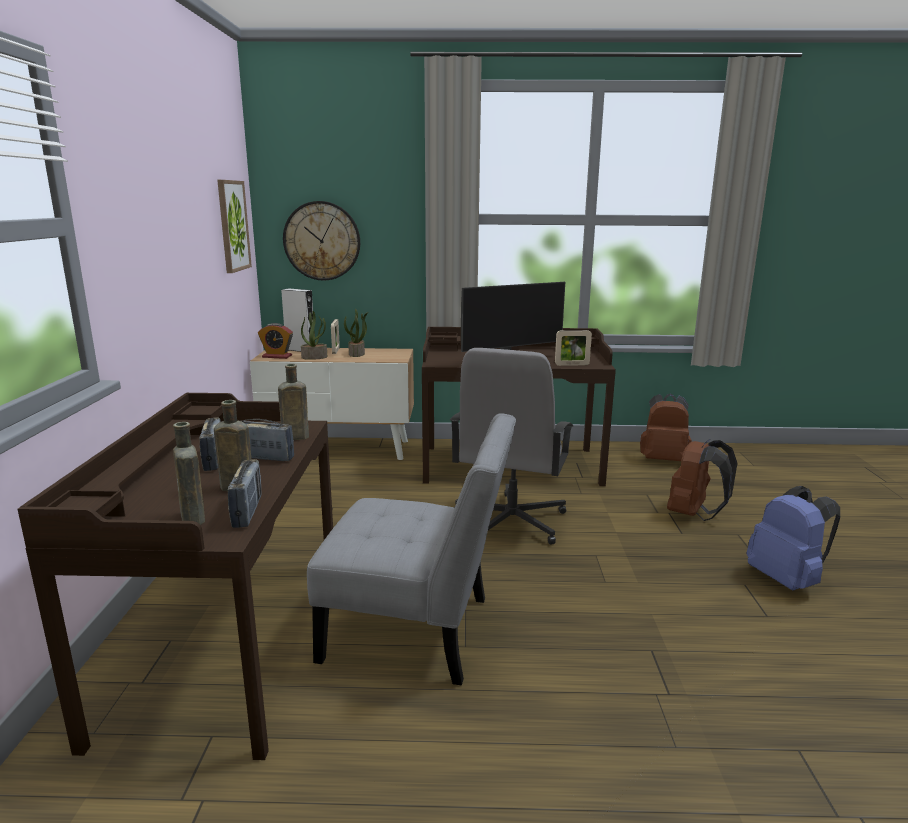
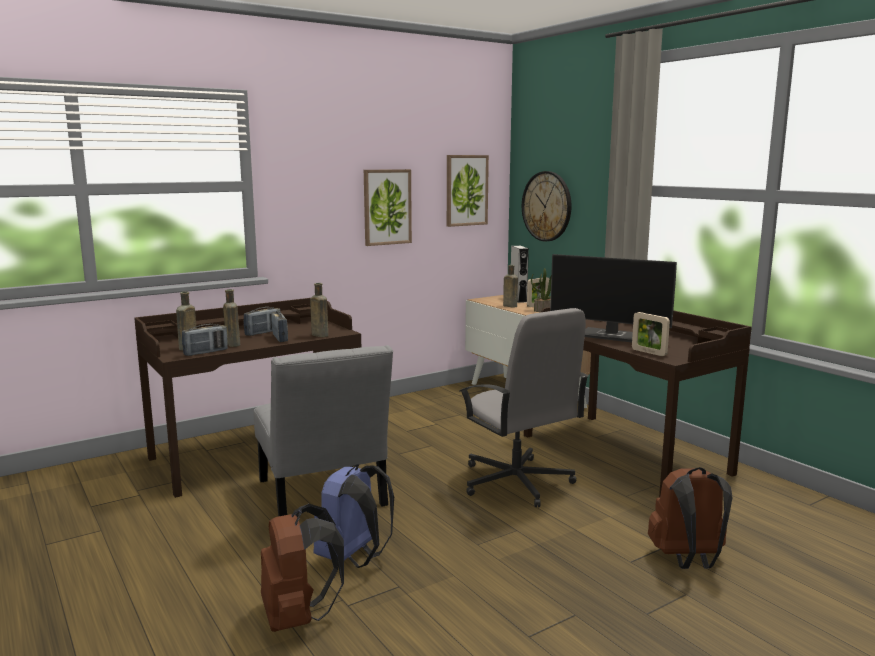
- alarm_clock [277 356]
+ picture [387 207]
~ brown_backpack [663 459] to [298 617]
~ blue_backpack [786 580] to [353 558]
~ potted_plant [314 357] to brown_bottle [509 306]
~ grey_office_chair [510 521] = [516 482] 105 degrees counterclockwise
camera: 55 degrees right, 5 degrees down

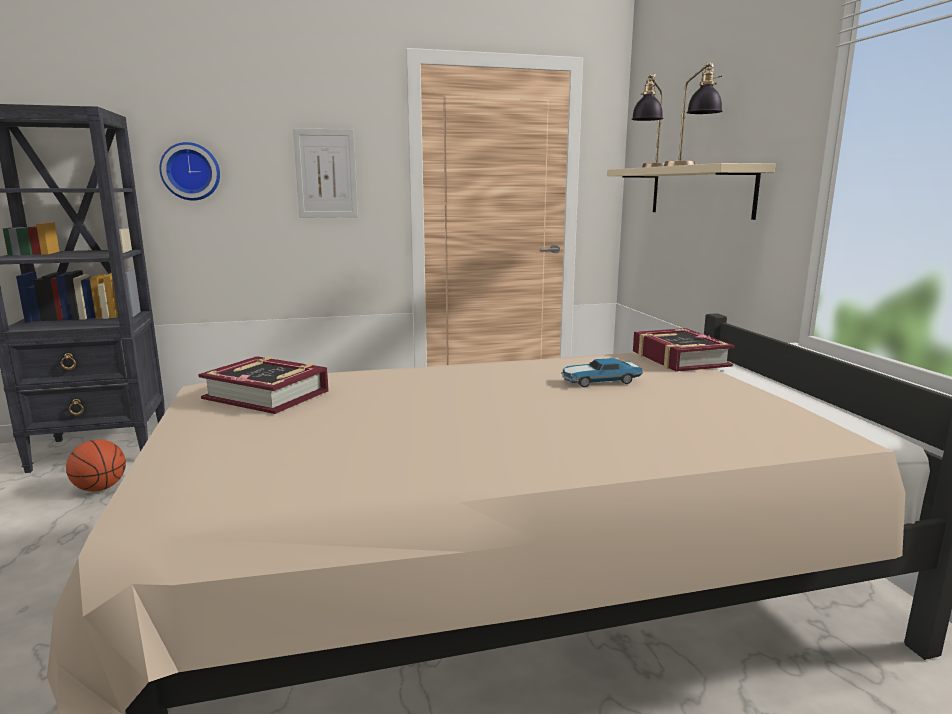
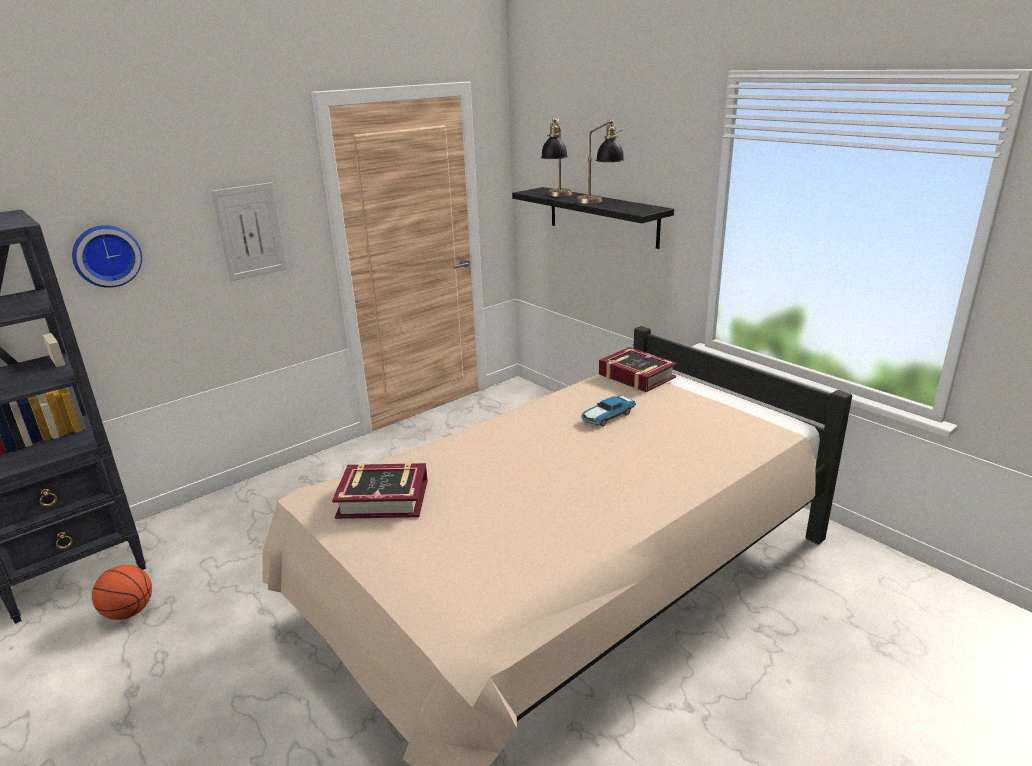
~ beige_shelf [700 191] to black_shelf [602 216]
camera: 25 degrees left, 10 degrees up

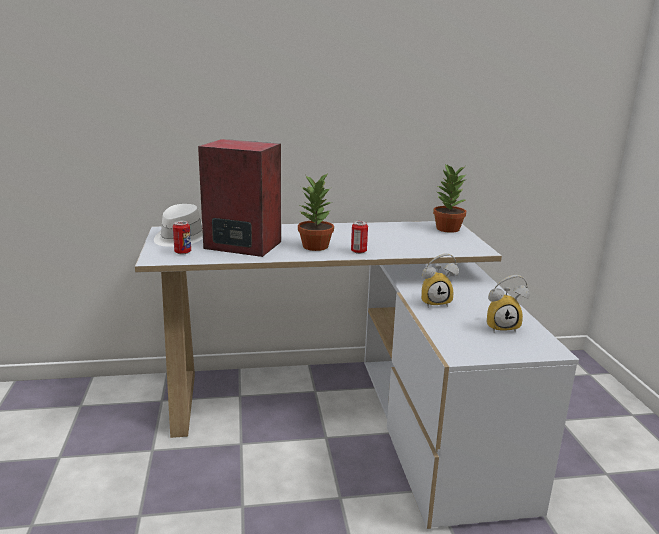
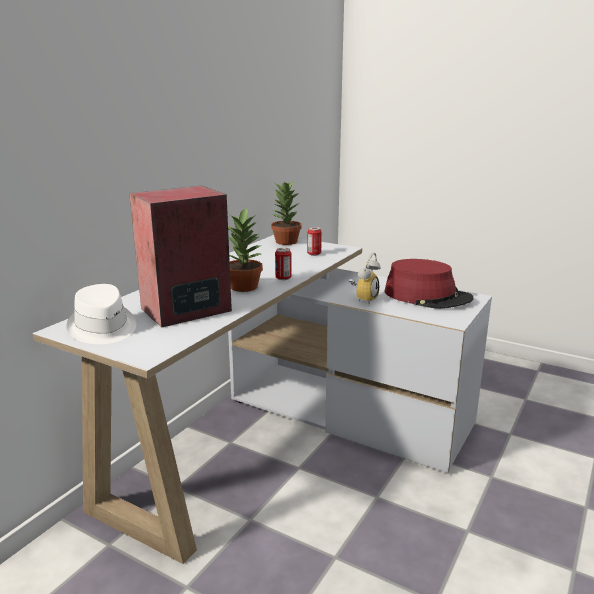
~ can [183 252] to [314 254]
~ alarm_clock [502 327] to red_hat [427 296]
camera: 50 degrees left, 0 degrees up

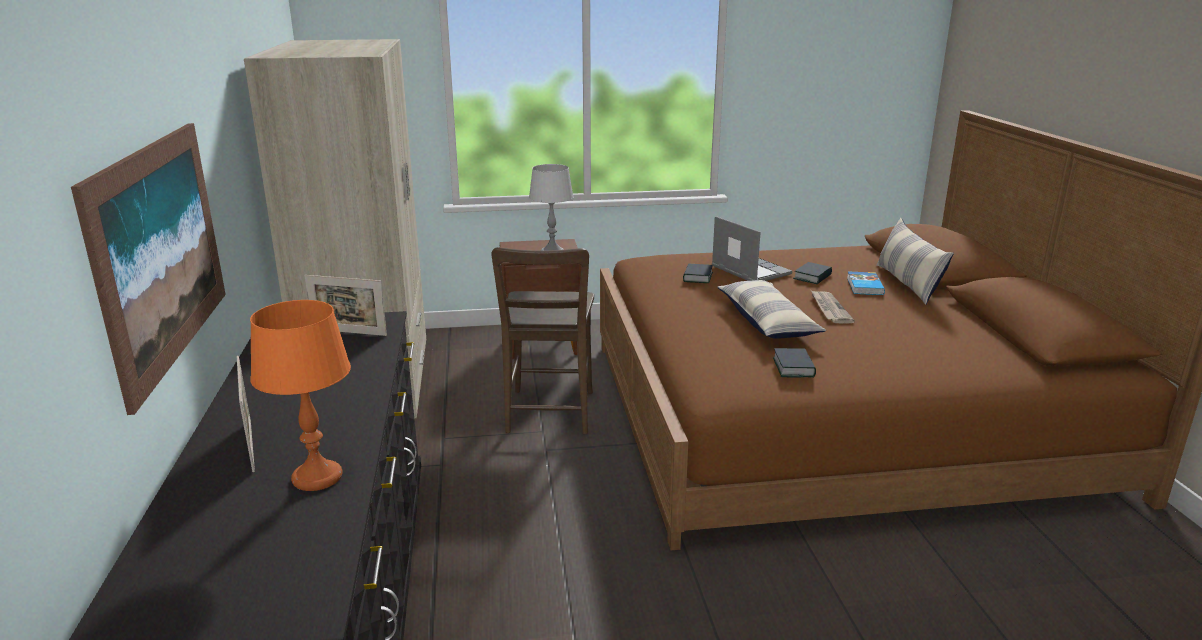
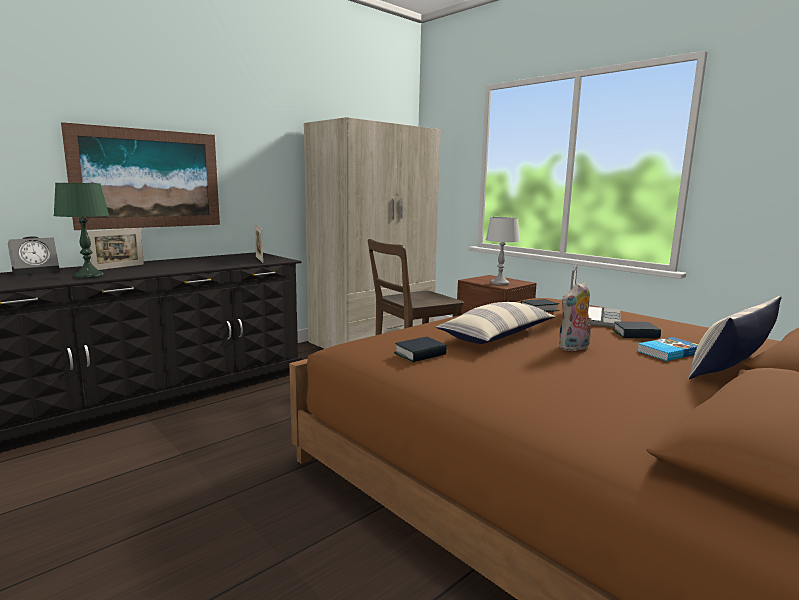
+ alarm_clock [37 272]
~ newspaper [829 309] to plush_toy [574 348]
~ orange_table_lamp [318 477] to green_table_lamp [89 276]
camera: 55 degrees right, 10 degrees down

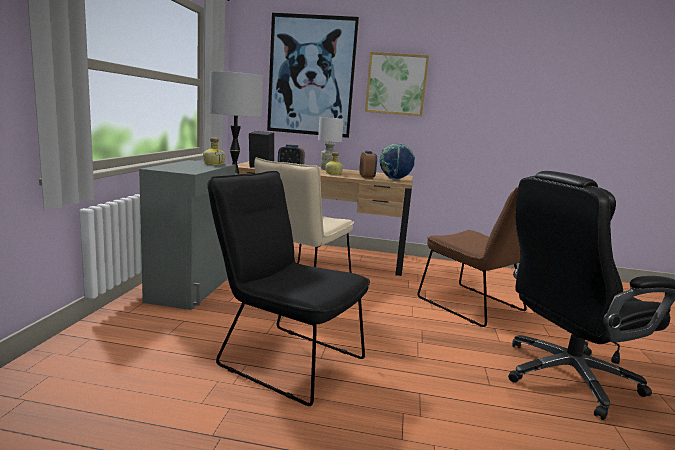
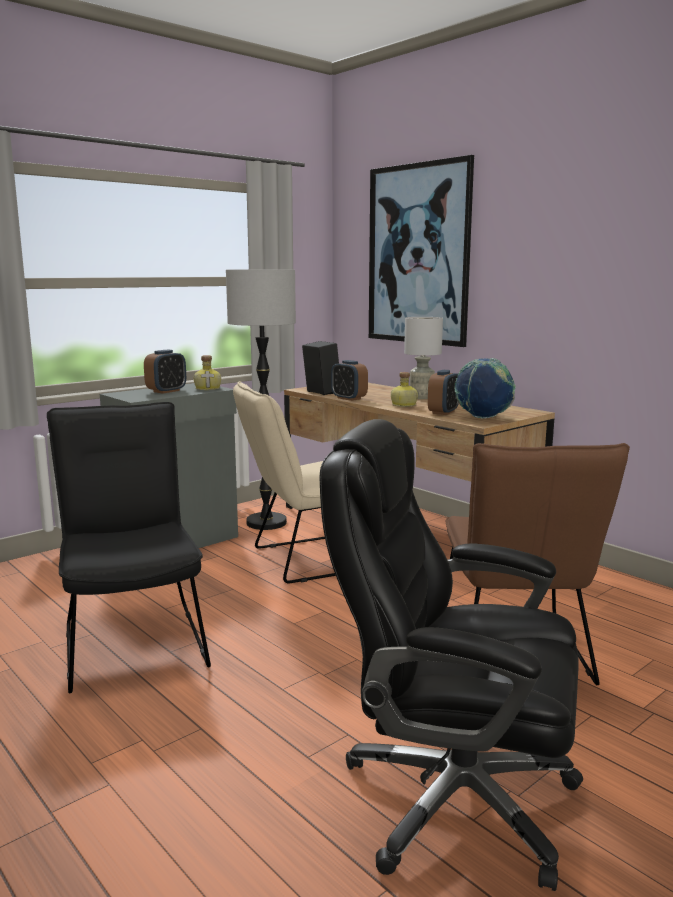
- picture [396 84]
+ alarm_clock [166 391]
camera: 40 degrees right, 0 degrees up

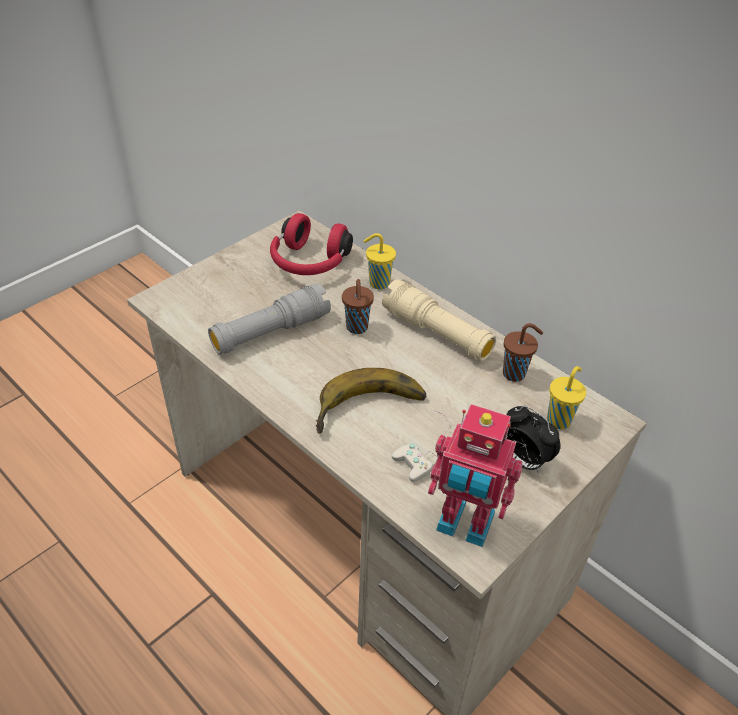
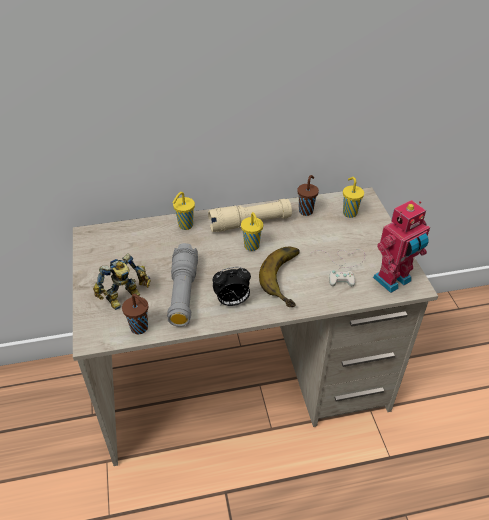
- red_headphones [309 263]
+ toy_robot [126 298]
+ yellow_cup [252 246]
~ brown_cup [357 328] to [140 328]
~ alarm_clock [523 460] to [232 302]
camera: 55 degrees left, 0 degrees up

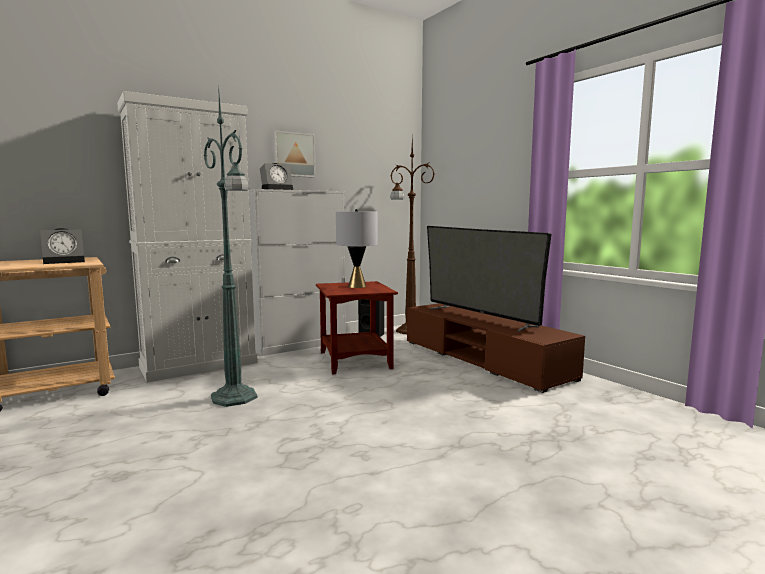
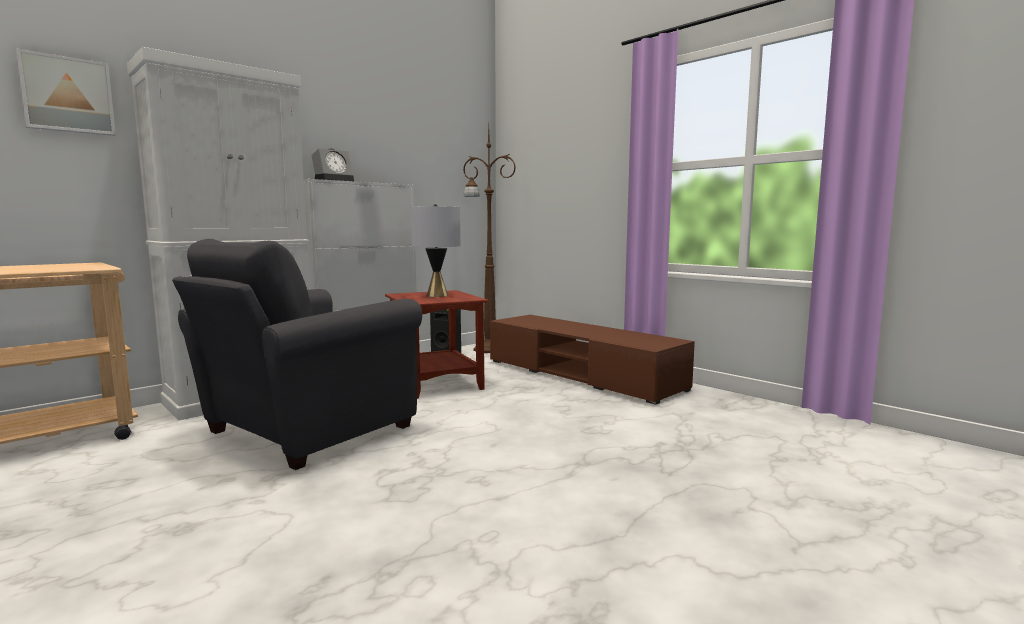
- alarm_clock [66 261]
- television [479 317]
~ picture [293 155] to [67 95]
~ green_floor_lamp [235 398] to grey_armchair [303 431]
camera: 10 degrees left, 0 degrees up

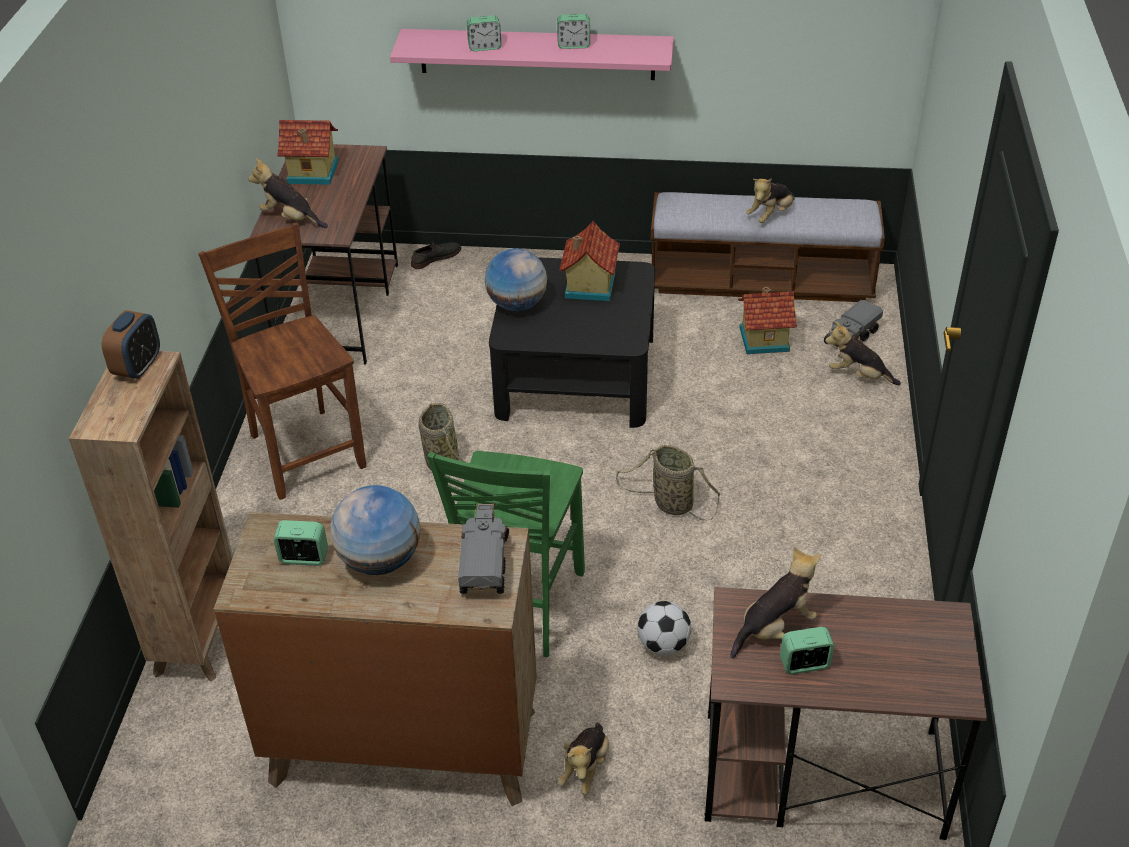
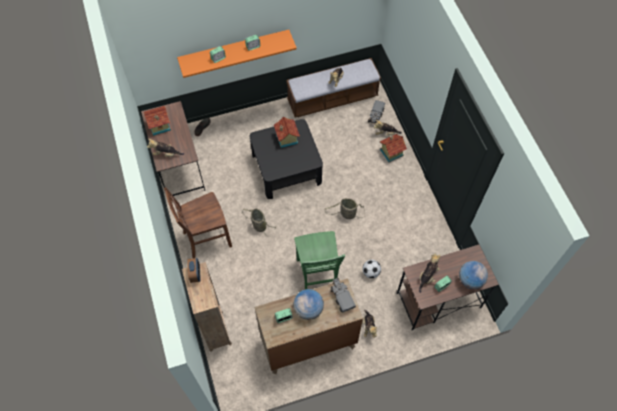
~ globe [517 304] to [470 280]
~ toy_house [763 338] to [391 152]
~ pink_shelf [537 54] to orange_shelf [234 49]
~ brown_chair [305 450] = [206 239] 60 degrees counterclockwise
camera: 25 degrees left, 20 degrees up

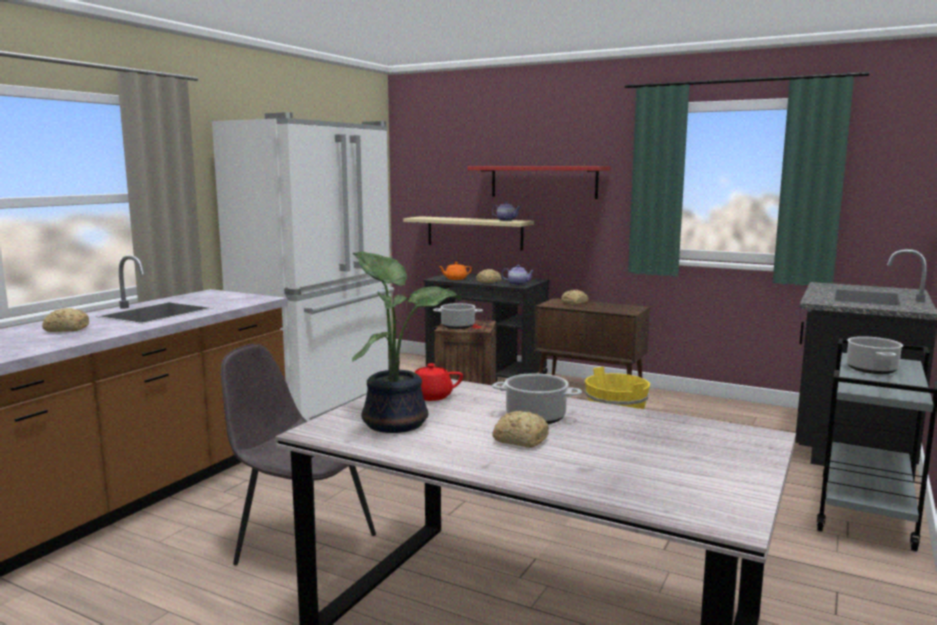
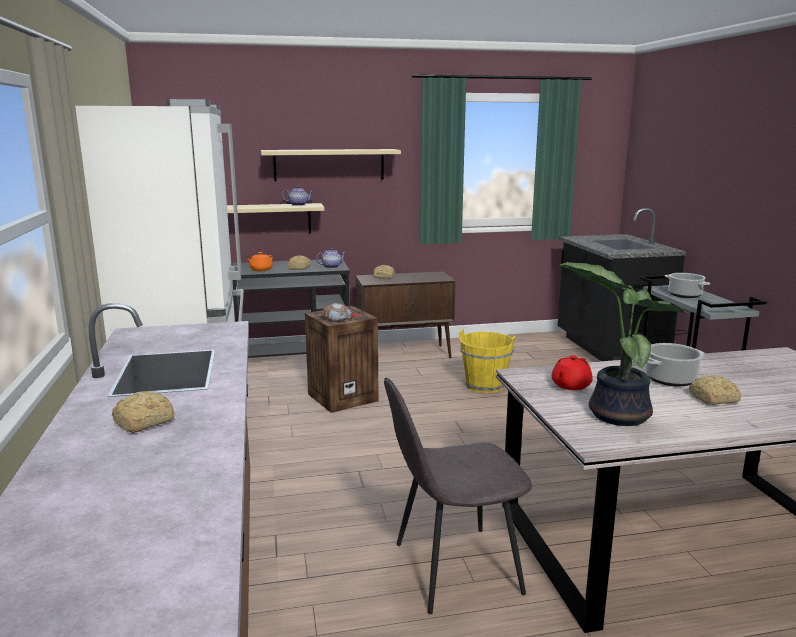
~ cooking_pot [457 326] to bread [336 318]
~ red_shelf [543 182] to beige_shelf [329 164]
camera: 40 degrees left, 5 degrees up

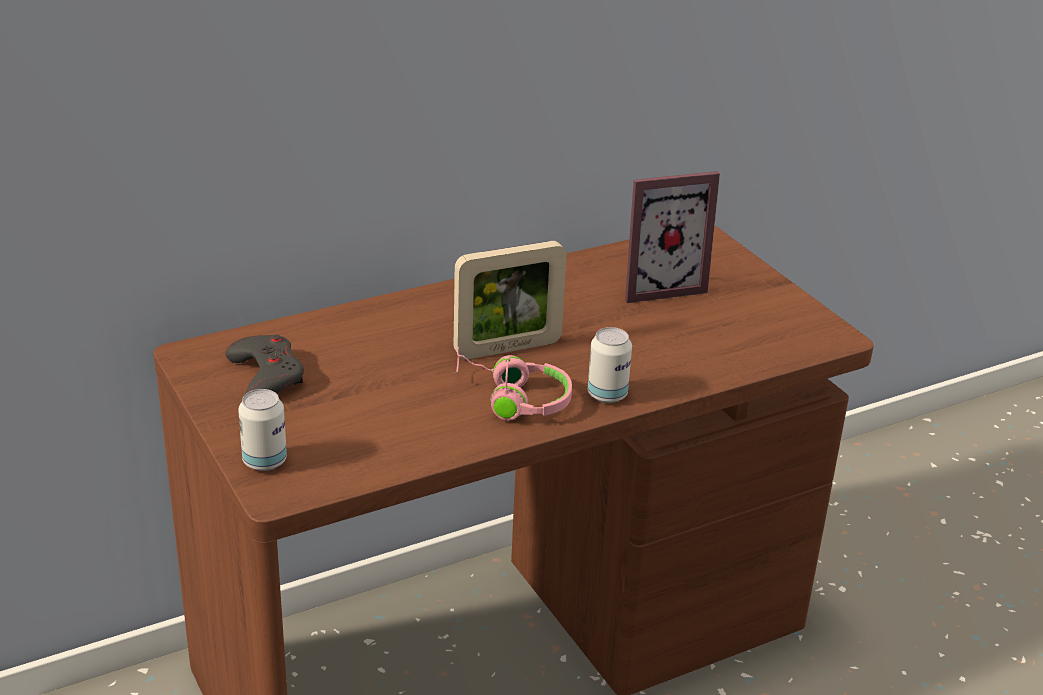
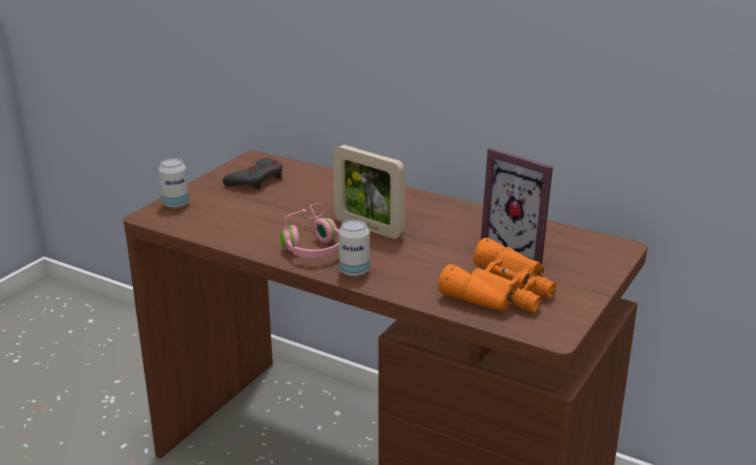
+ orange_binoculars [502 291]
camera: 60 degrees right, 5 degrees down

